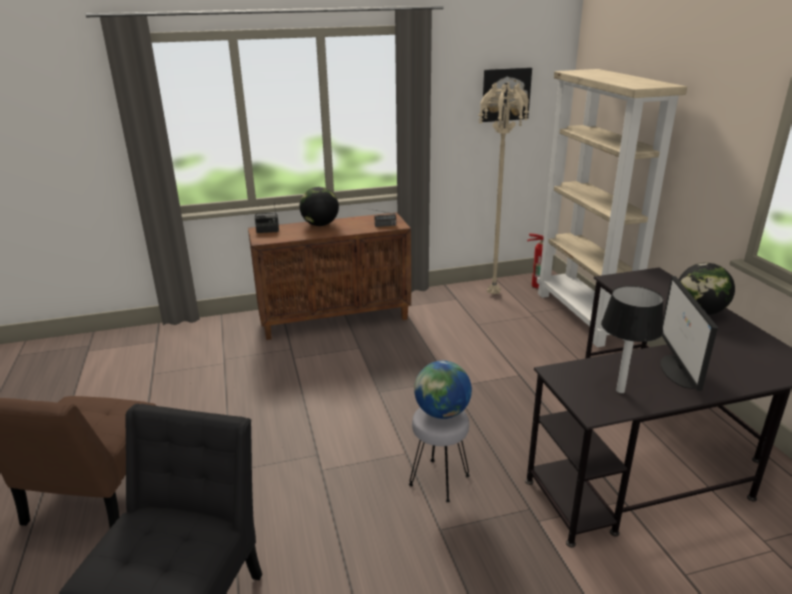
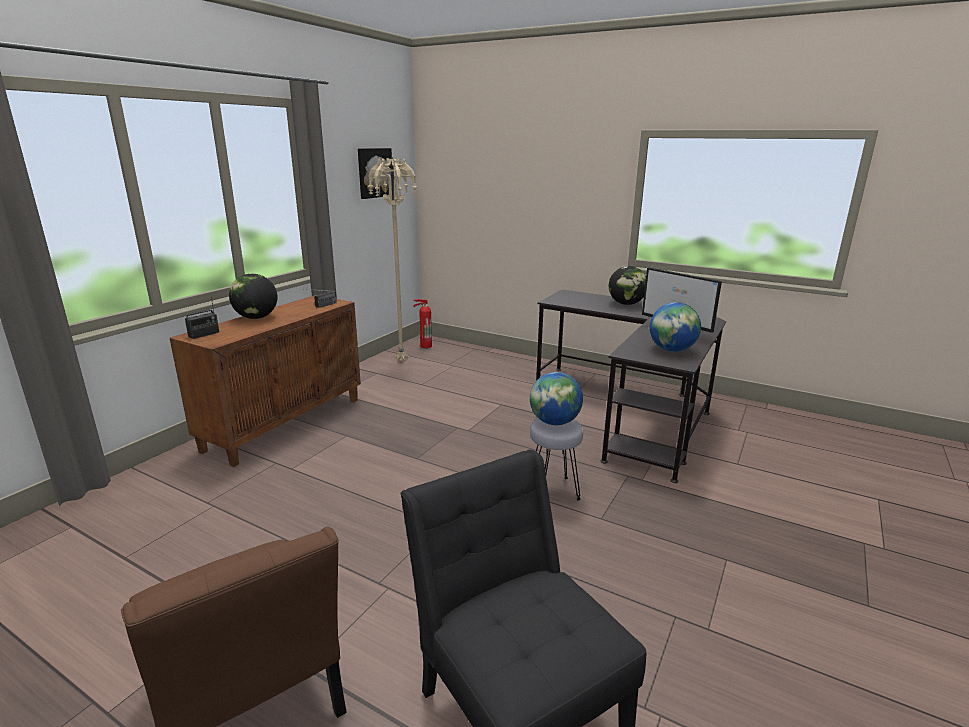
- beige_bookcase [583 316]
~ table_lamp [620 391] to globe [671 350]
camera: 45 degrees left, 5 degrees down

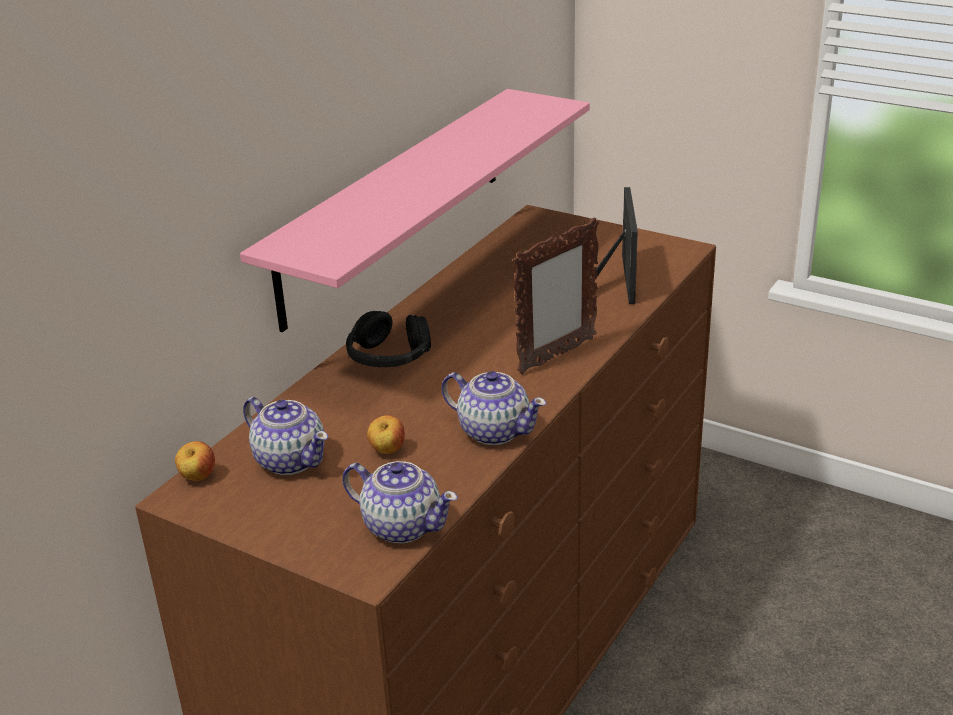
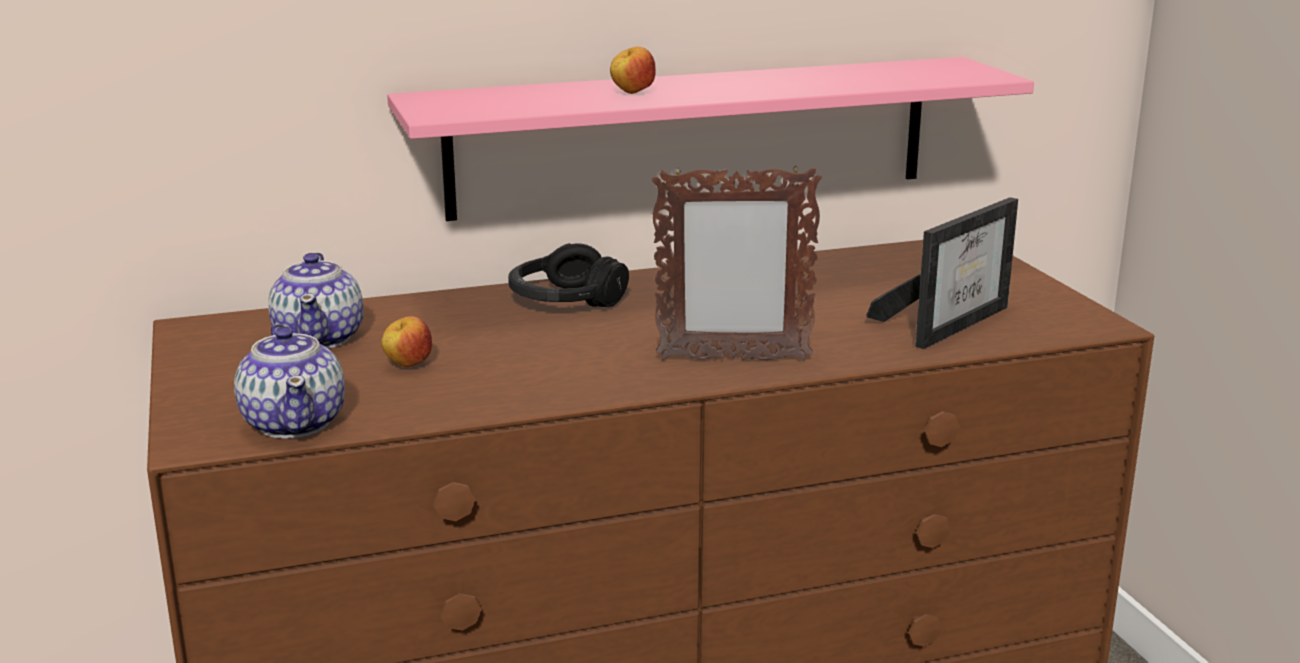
- teapot [493 431]
~ apple [197 477] to [632 93]
camera: 40 degrees right, 10 degrees down

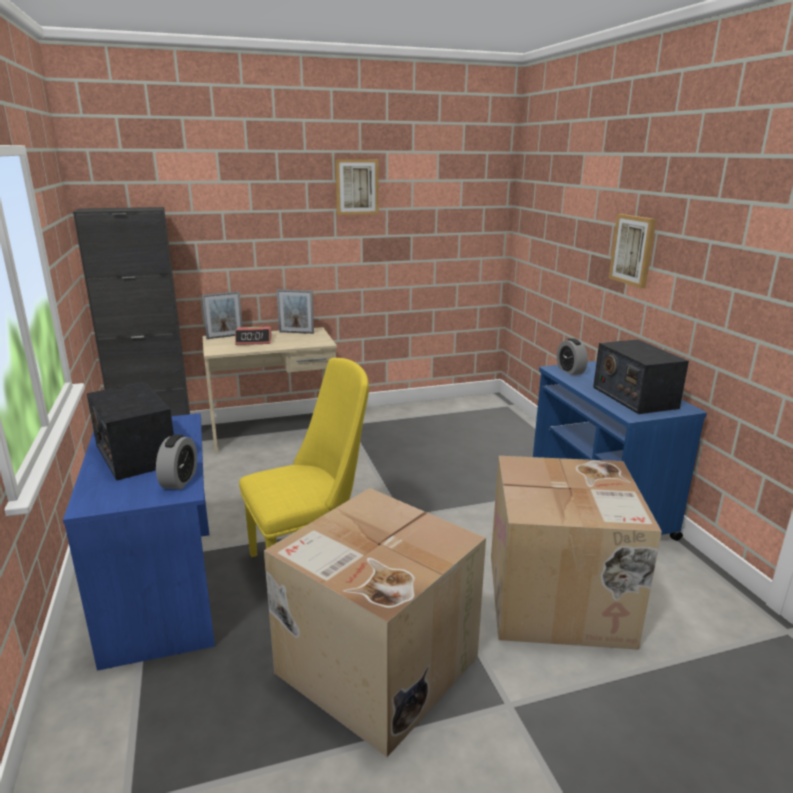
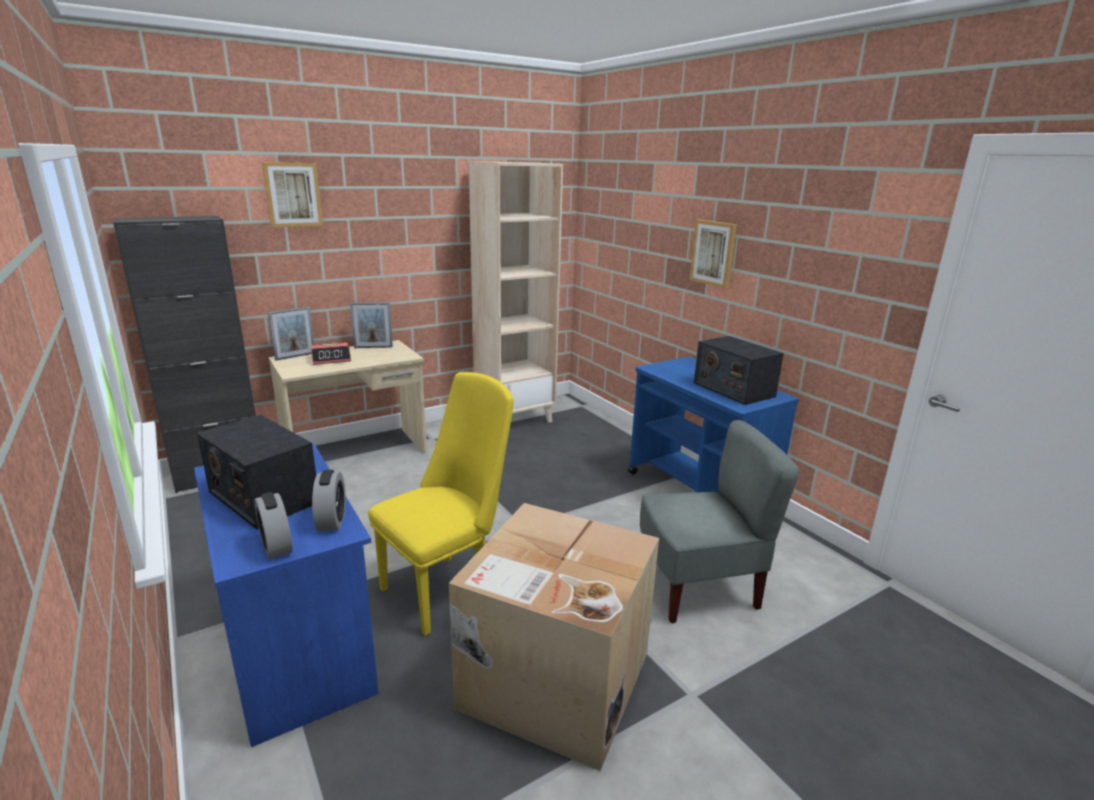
+ beige_bookcase [514 418]
~ picture [356 187] to [293 194]
~ alarm_clock [570 371] to [276 546]
~ cardboard_box [559 600] to grey_chair [698 586]
camera: 15 degrees left, 0 degrees up

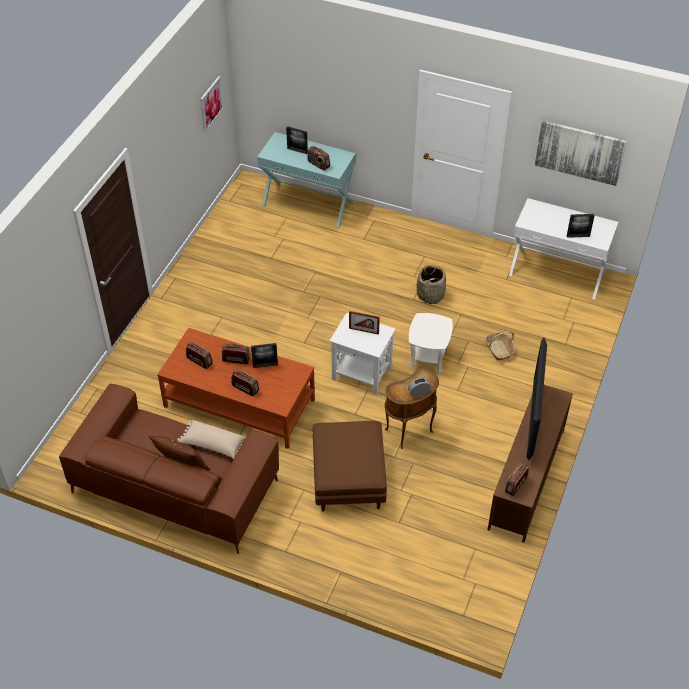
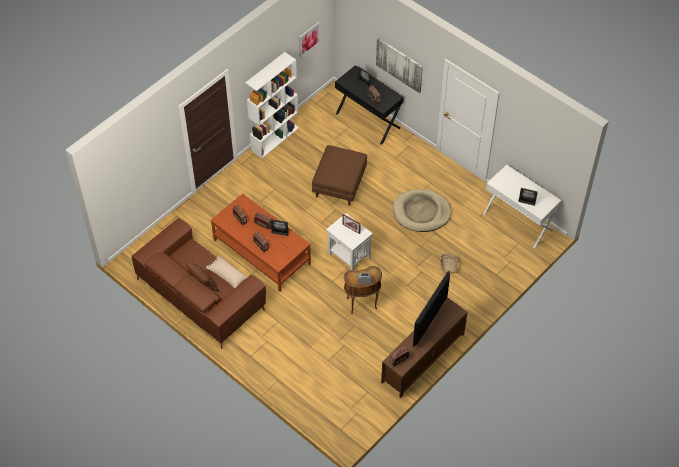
- white_side_table [428 357]
+ white_bookcase [275 139]
~ brown_ottoman [348 478] to [339 183]
~ picture [580 152] to [399 65]
~ basket [430 294] to beige_dog_bed [421 212]
~ turquoise_console_table [308 203] to black_console_table [368 120]
camera: 20 degrees right, 5 degrees up

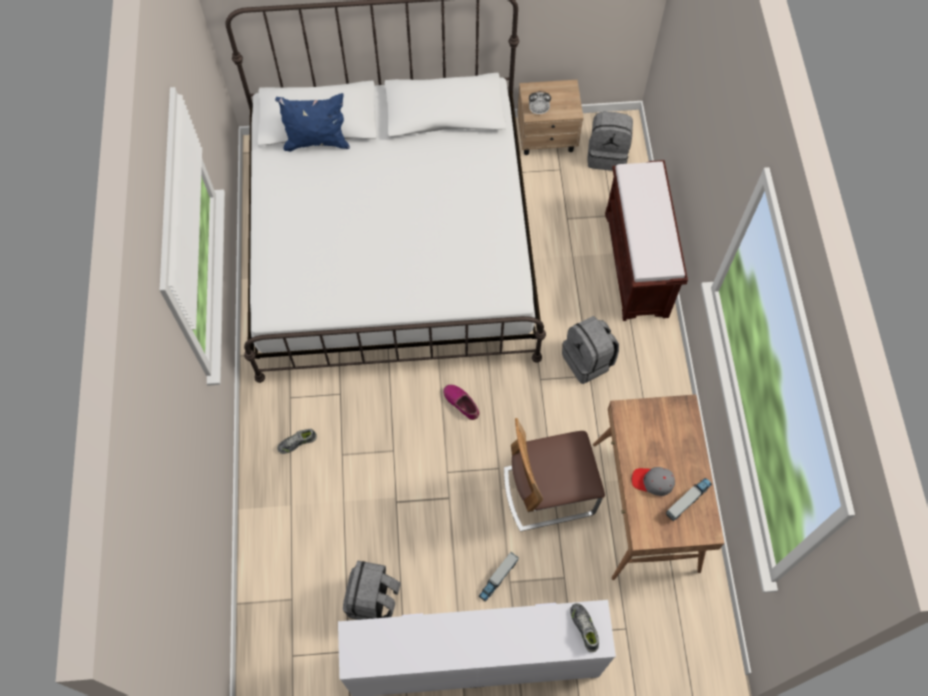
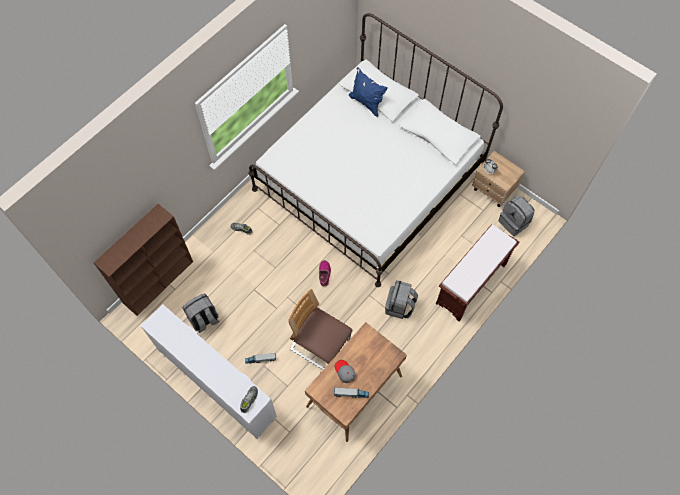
+ brown_bookcase [159 281]
camera: 45 degrees right, 0 degrees up

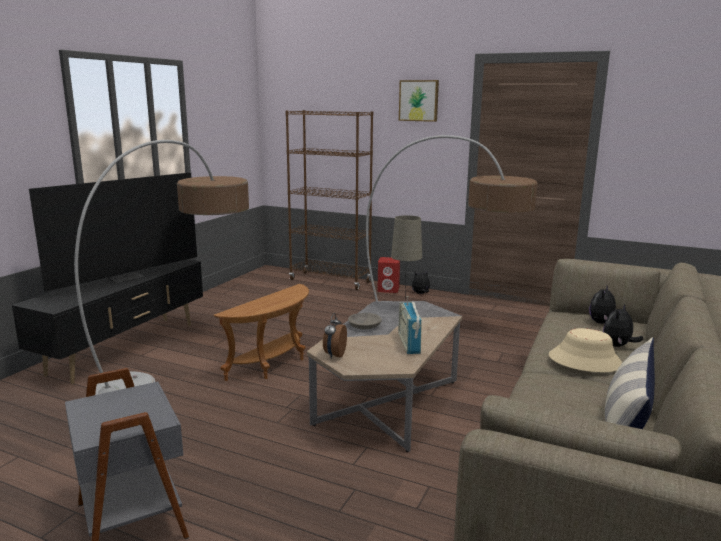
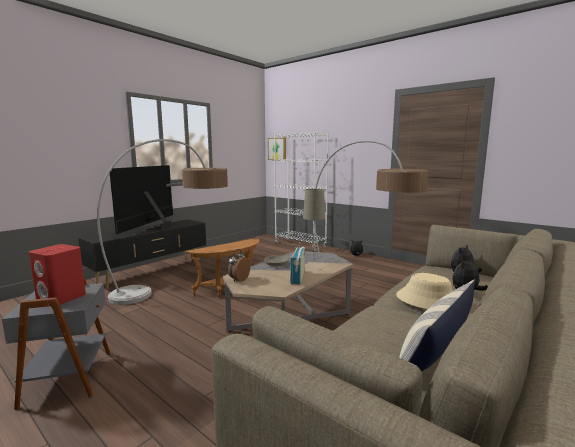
~ red_speaker [388 289] to [62 298]
~ picture [419 100] to [277 149]
~ brown_bookcase [330 281] to white_bookcase [300 244]
~ television [125 277] = [153 228] 135 degrees clockwise
camera: 15 degrees right, 5 degrees down

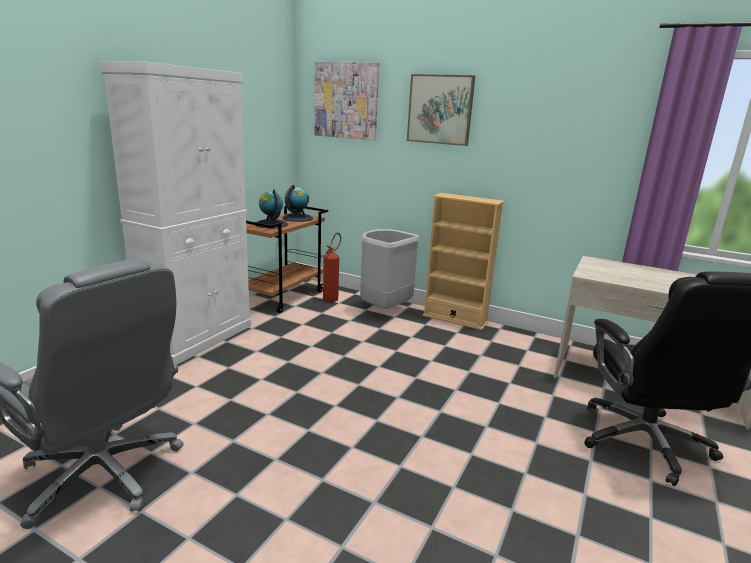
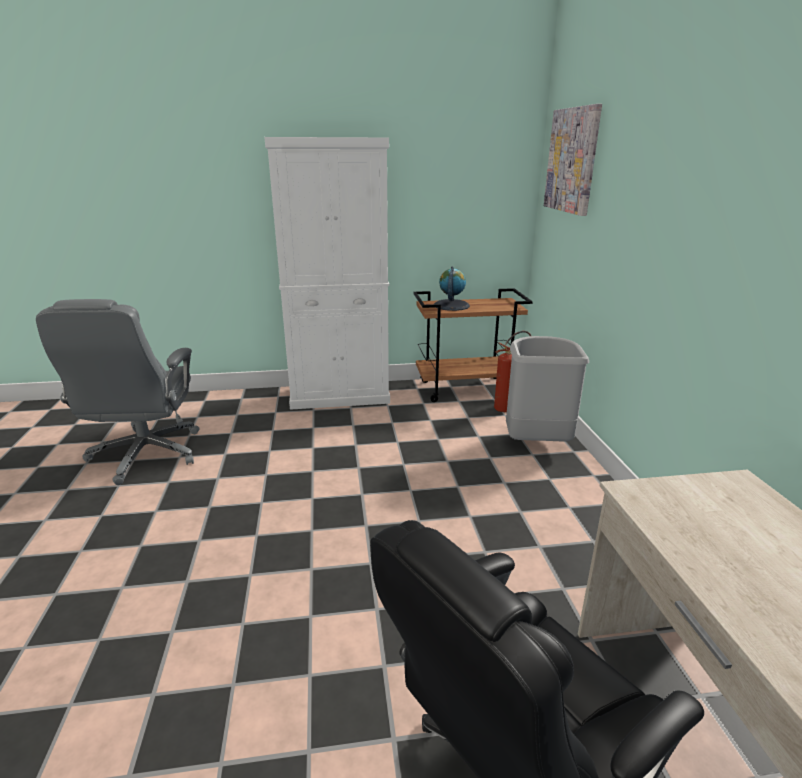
- globe [297 218]
- picture [440 109]
- beige_bookcase [455 319]
camera: 55 degrees right, 5 degrees up

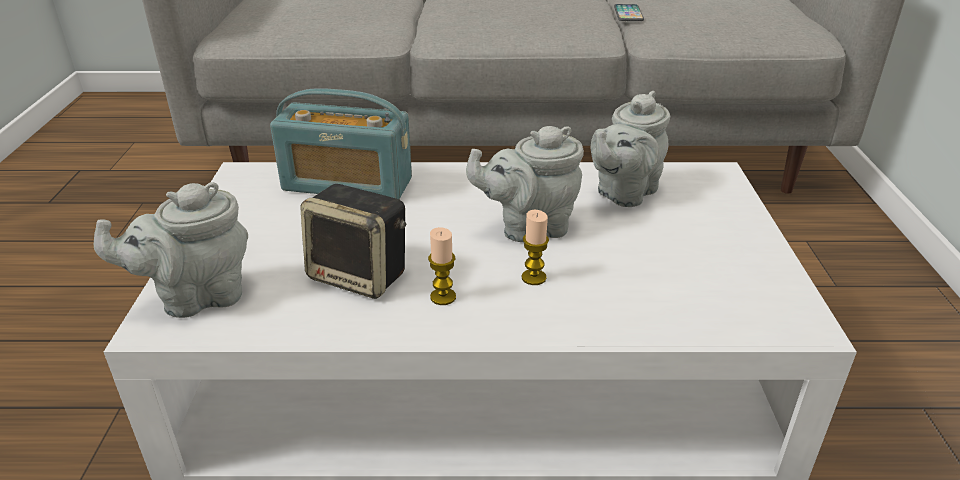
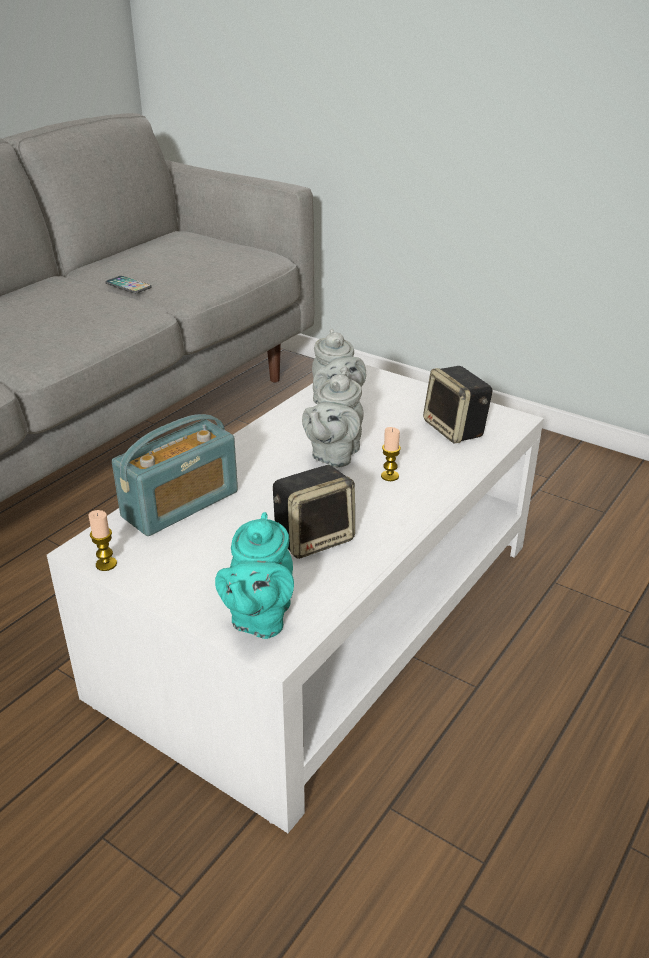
+ speaker [455 429]
~ candle [443 297] to [106 564]
~ grey_teapot [197 297] to turquoise_teapot [259 618]
camera: 55 degrees left, 0 degrees up

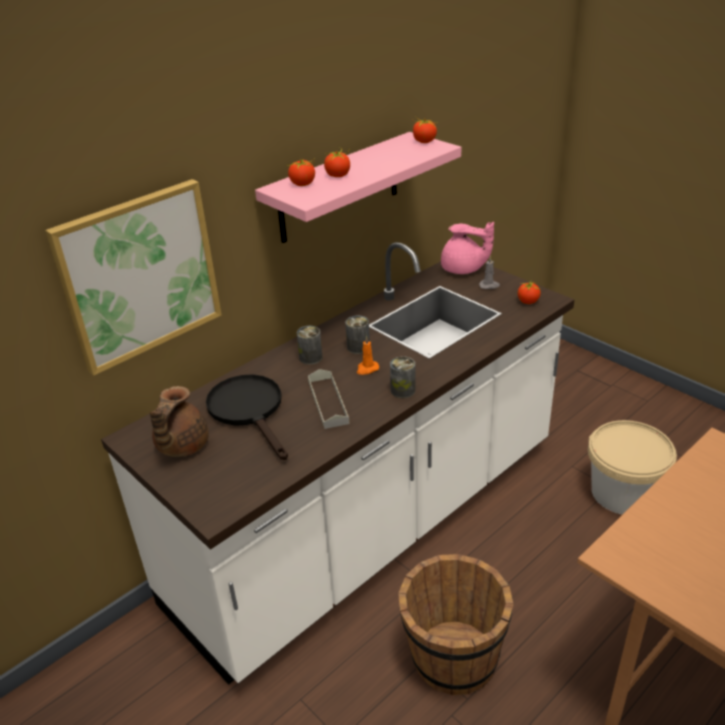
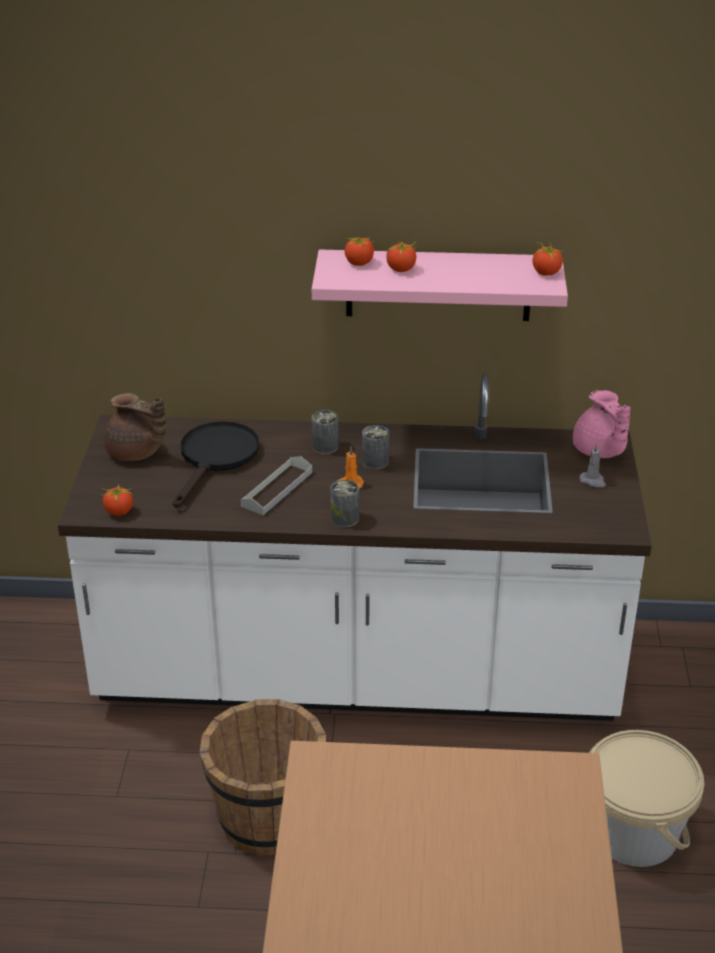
- picture [139 275]
~ tomato [528 302] to [118 512]
~ brown_teapot [181 446] = [135 453] 120 degrees counterclockwise
camera: 45 degrees right, 0 degrees up

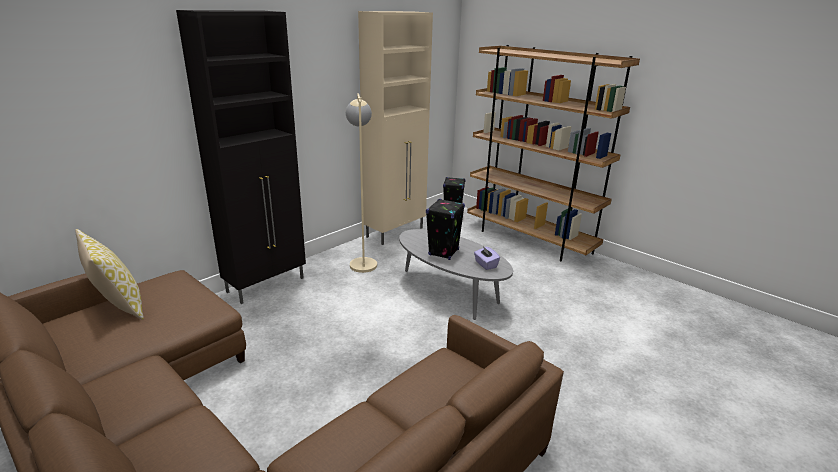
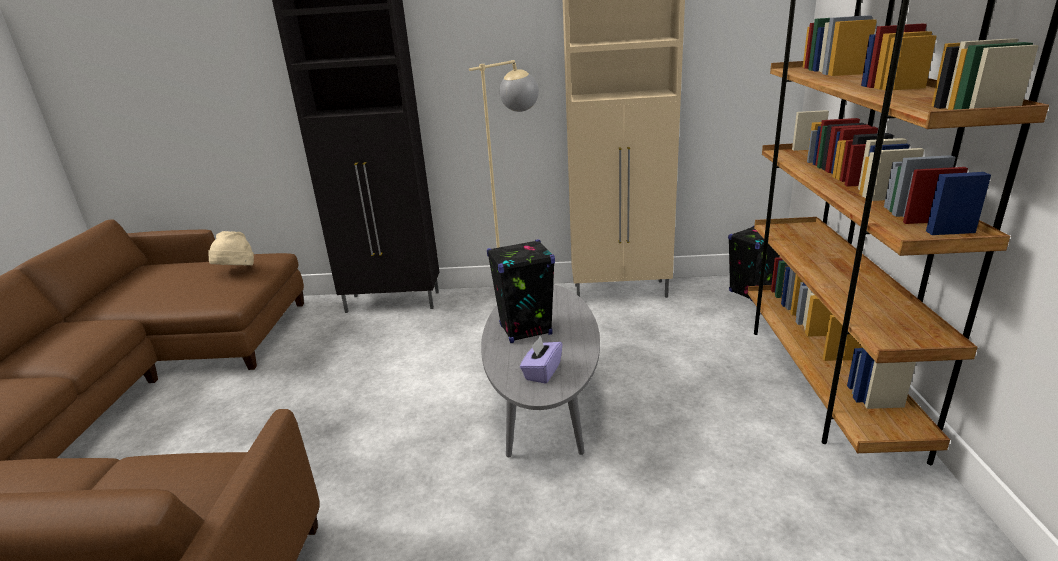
- pillow [118 306]
+ beige_hat [235 271]
camera: 50 degrees right, 0 degrees up

